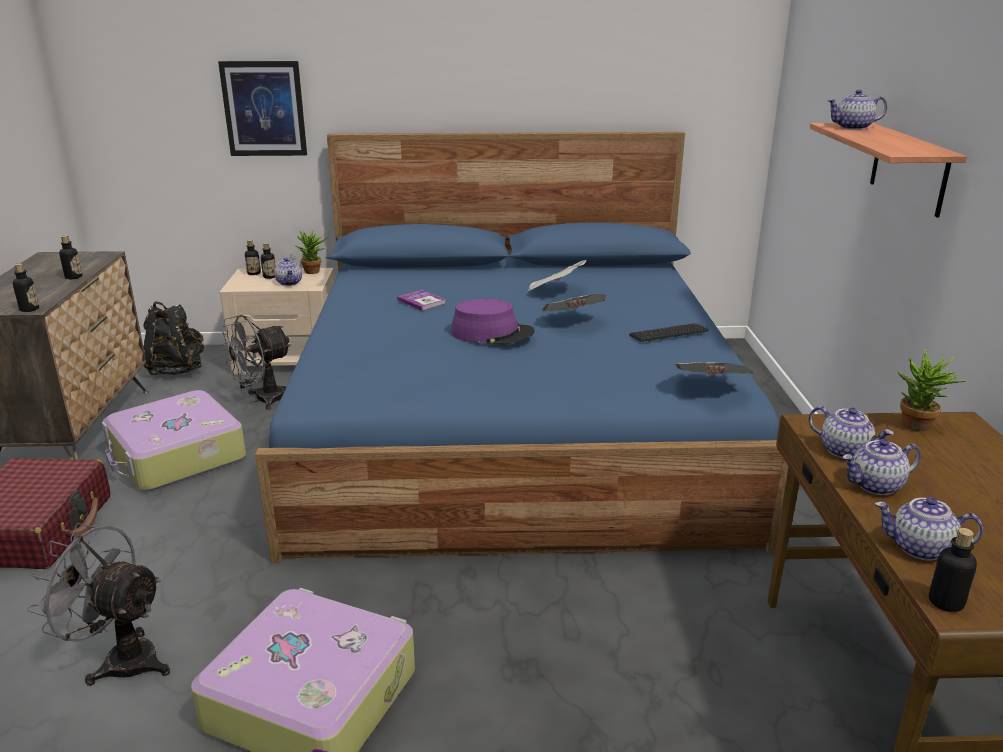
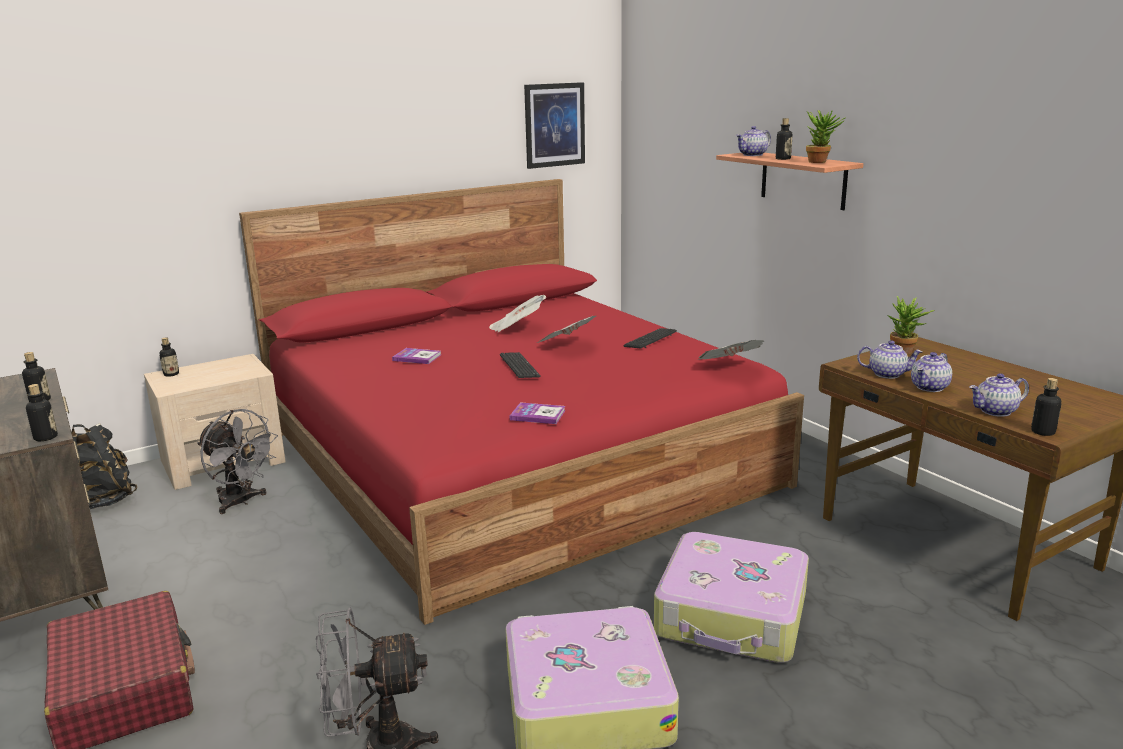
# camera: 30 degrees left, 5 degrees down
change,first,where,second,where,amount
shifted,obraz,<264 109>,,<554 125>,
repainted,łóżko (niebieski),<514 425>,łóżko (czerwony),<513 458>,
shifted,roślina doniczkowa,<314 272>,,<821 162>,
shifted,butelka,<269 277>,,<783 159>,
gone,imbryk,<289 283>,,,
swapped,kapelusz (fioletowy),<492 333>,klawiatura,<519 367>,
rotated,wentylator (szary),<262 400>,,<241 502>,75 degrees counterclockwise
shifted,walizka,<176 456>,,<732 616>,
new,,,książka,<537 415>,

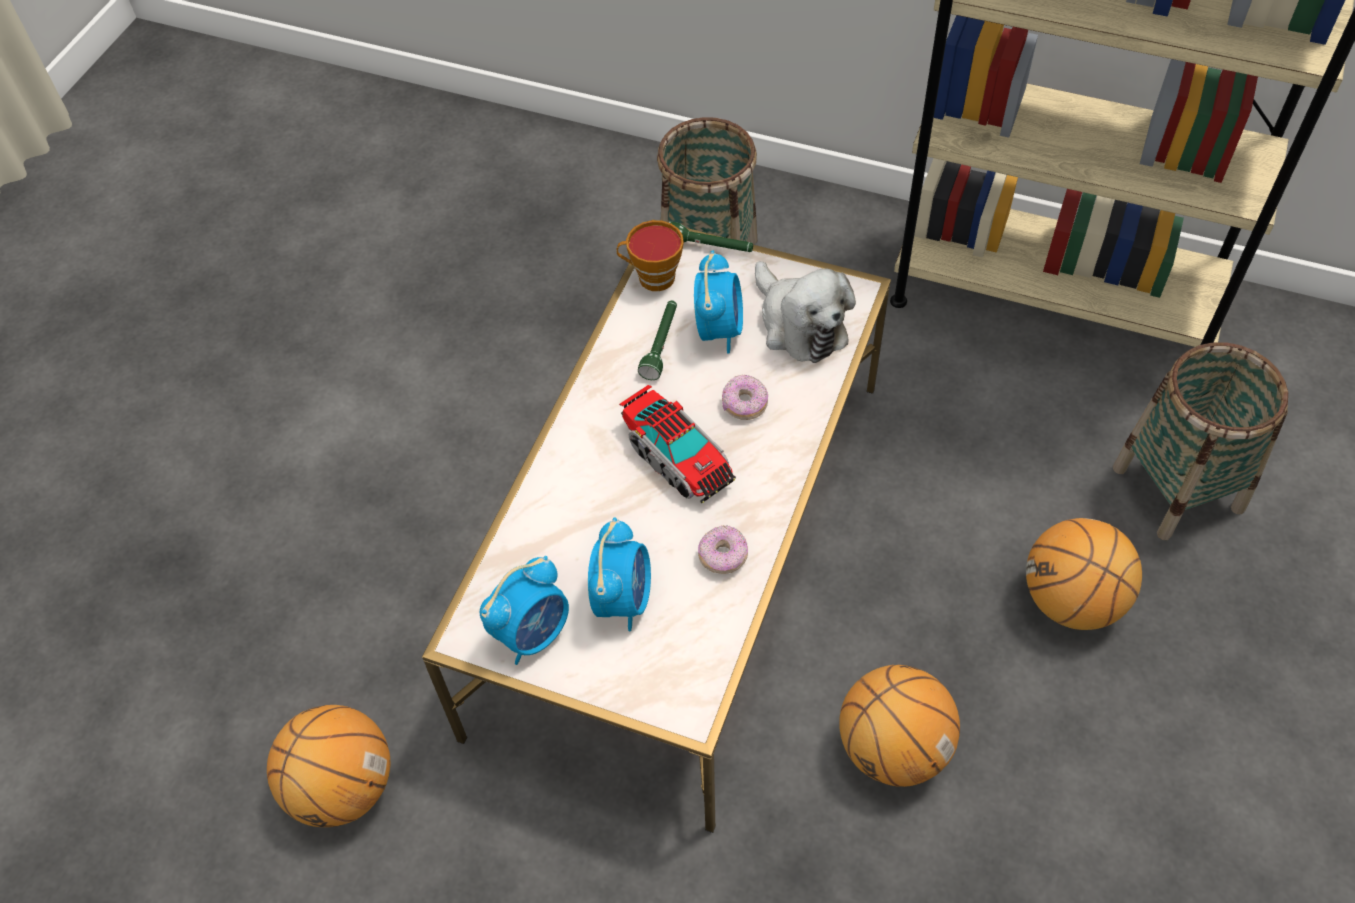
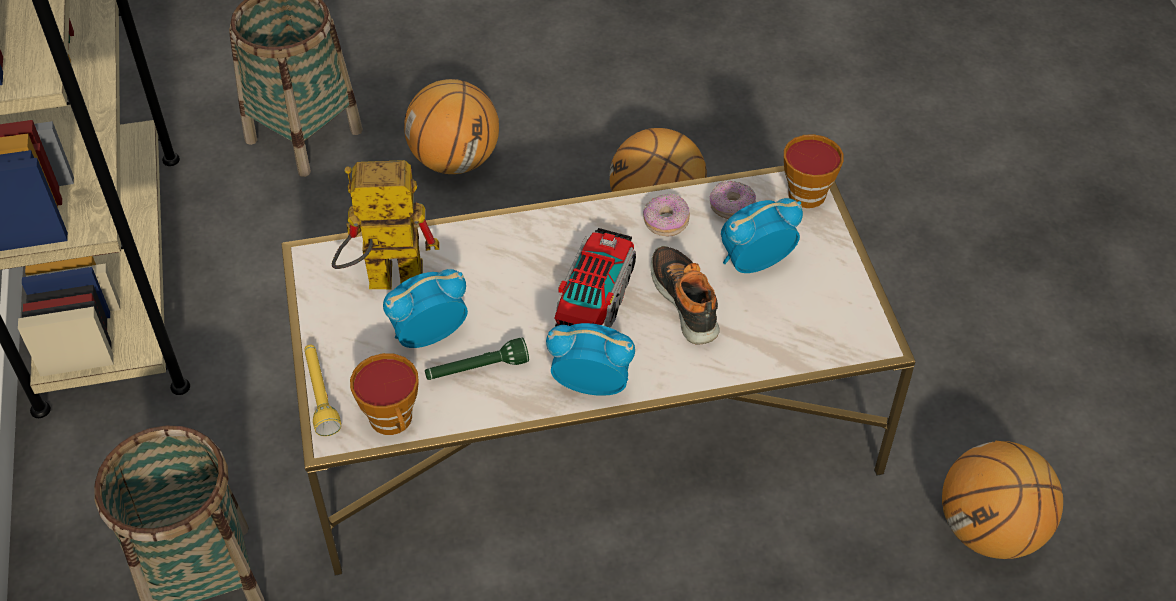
# camera: 125 degrees left, 5 degrees down
change,first,where,second,where,amount
repainted,latarka (zielony),<709 247>,latarka (żółty),<320 394>,
swapped,pluszak,<799 324>,robot zabawkowy,<382 281>,
shifted,donut,<744 404>,,<731 208>,
shifted,budzik,<533 633>,,<591 384>,
new,,,filiżanka,<808 191>,
new,,,but,<686 301>,

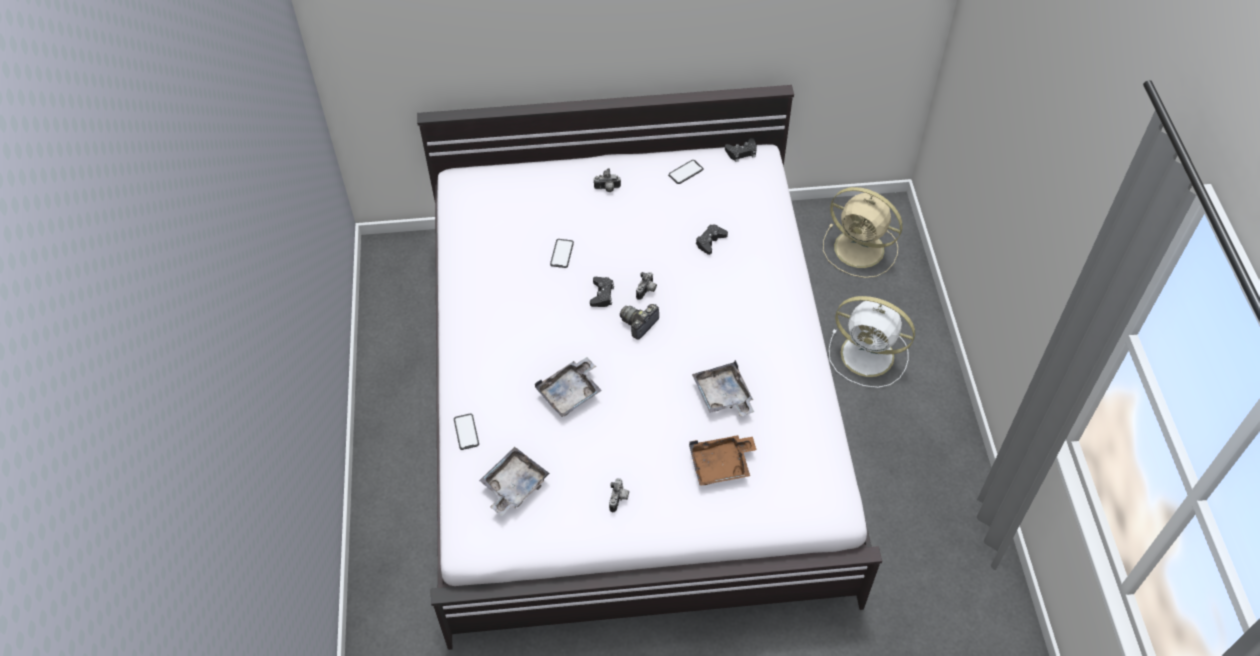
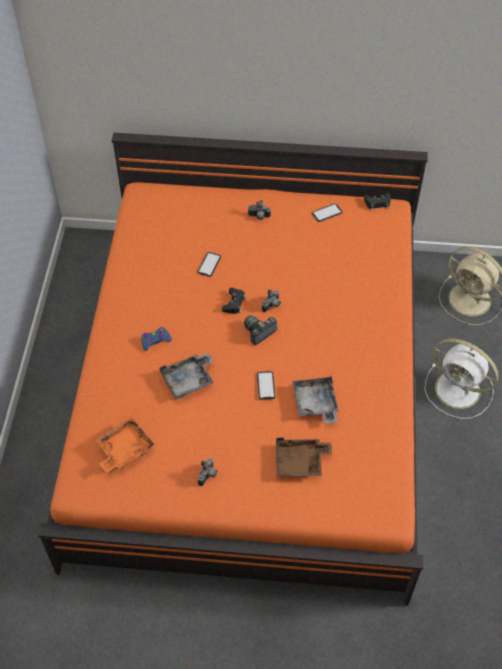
# camera: 10 degrees right, 0 degrees up
change,first,where,second,where,amount
repainted,łóżko (biały),<631 400>,łóżko (pomarańczowy),<251 395>,
gone,pad do gier (czarny),<710 241>,,,
shifted,telefon,<466 432>,,<266 385>,
repainted,taca (szary),<514 486>,taca (pomarańczowy),<124 450>,
new,,,pad do gier (niebieski),<155 340>,

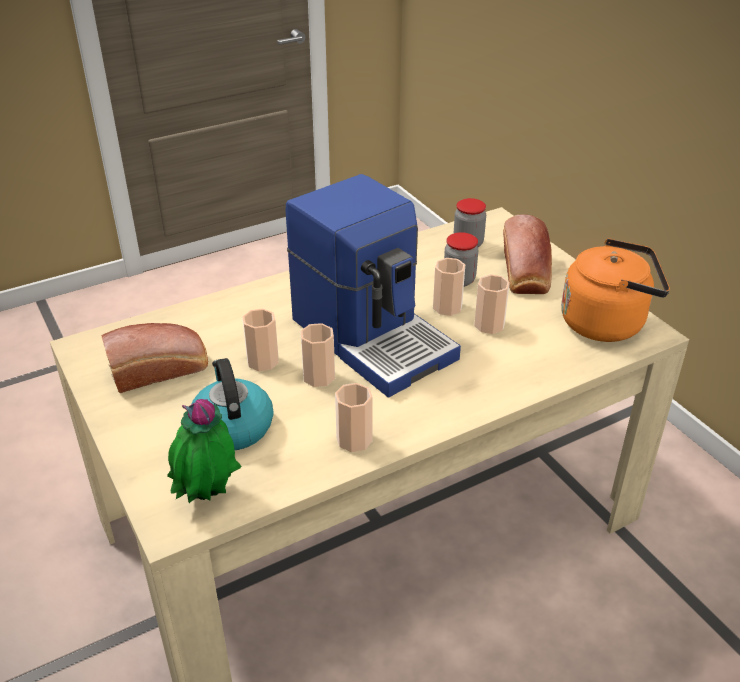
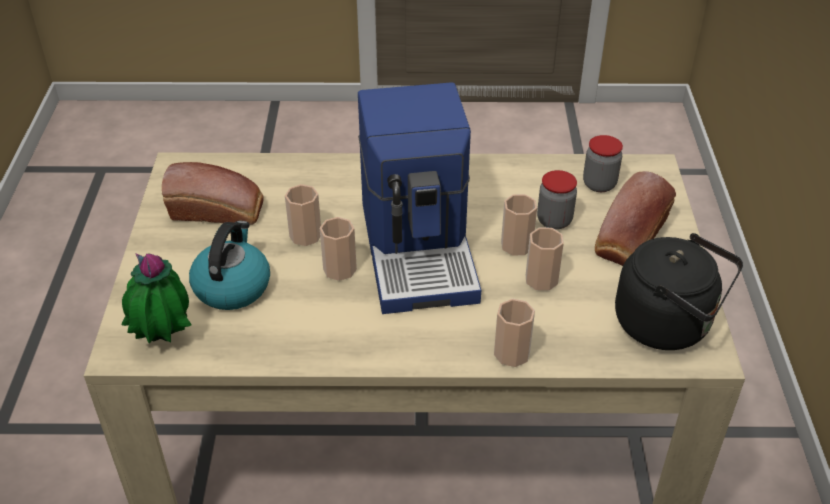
# camera: 30 degrees right, 5 degrees up
change,first,where,second,where,amount
repainted,czajnik (pomarańczowy),<607 323>,czajnik (czarny),<668 324>,
shifted,filiżanka,<354 439>,,<511 353>,

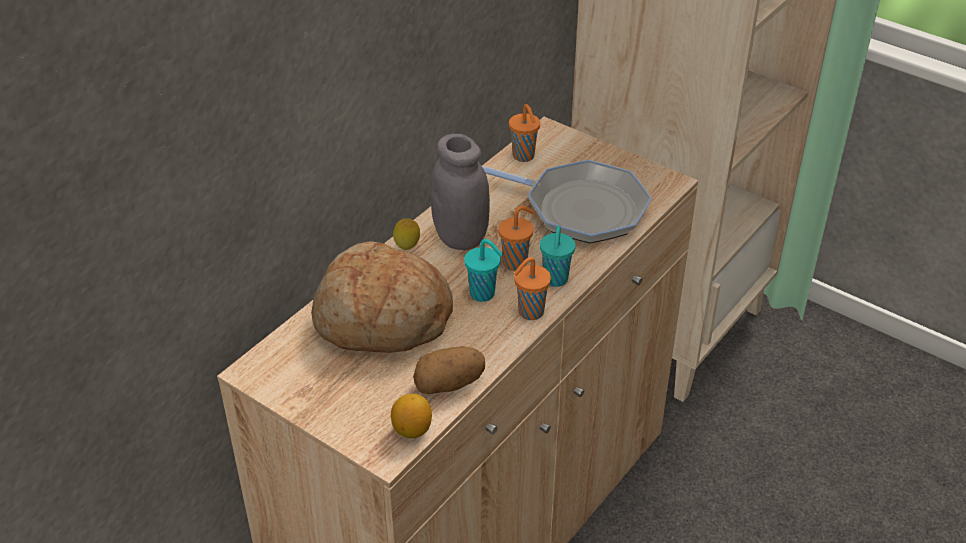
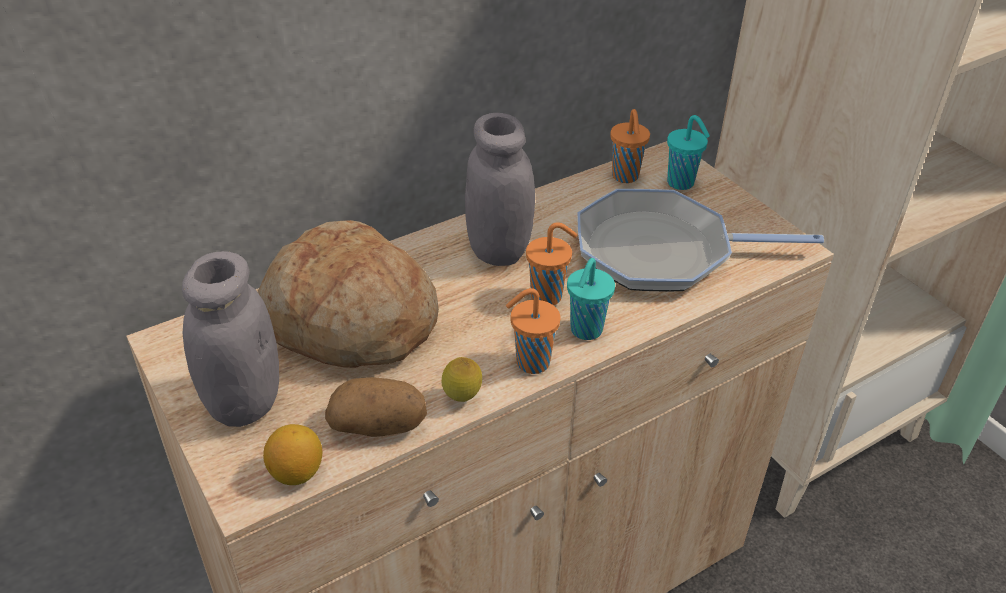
# camera: 20 degrees right, 0 degrees up
change,first,where,second,where,amount
rotated,patelnia,<579 208>,,<662 251>,135 degrees clockwise
shifted,cytryna,<407 248>,,<462 399>,
shifted,filiżanka (turkusowy),<484 294>,,<682 183>,
new,,,słoik (szary),<244 402>,

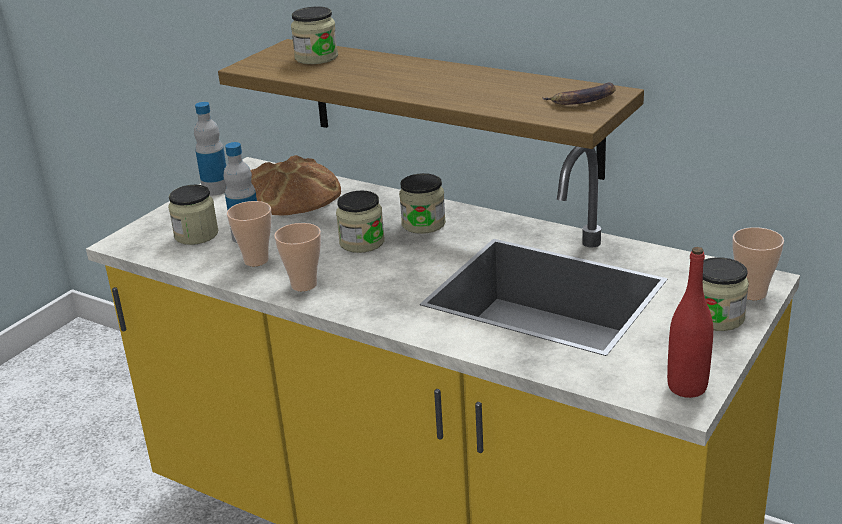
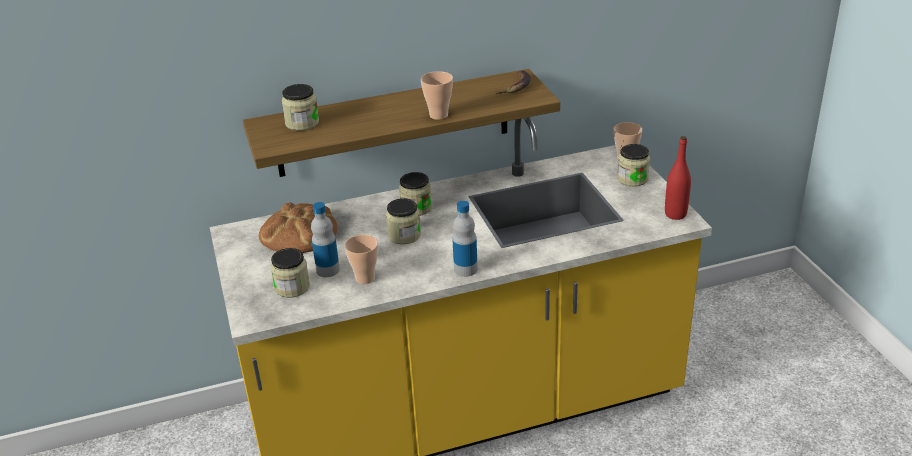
# camera: 50 degrees left, 5 degrees up
change,first,where,second,where,amount
shifted,butelka,<216 189>,,<465 269>,
shifted,filiżanka,<304 285>,,<438 115>,

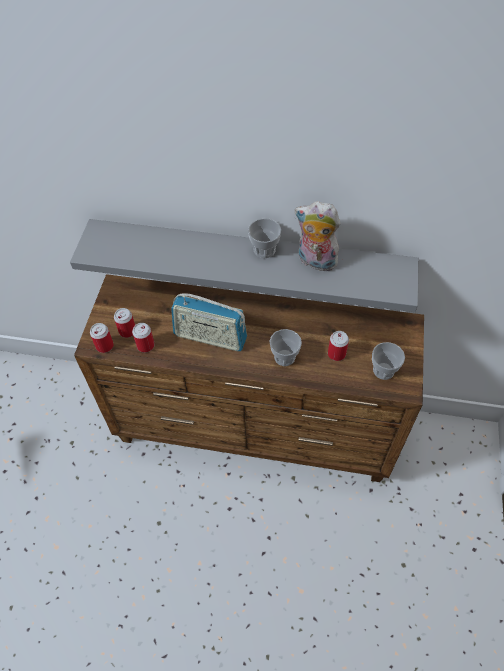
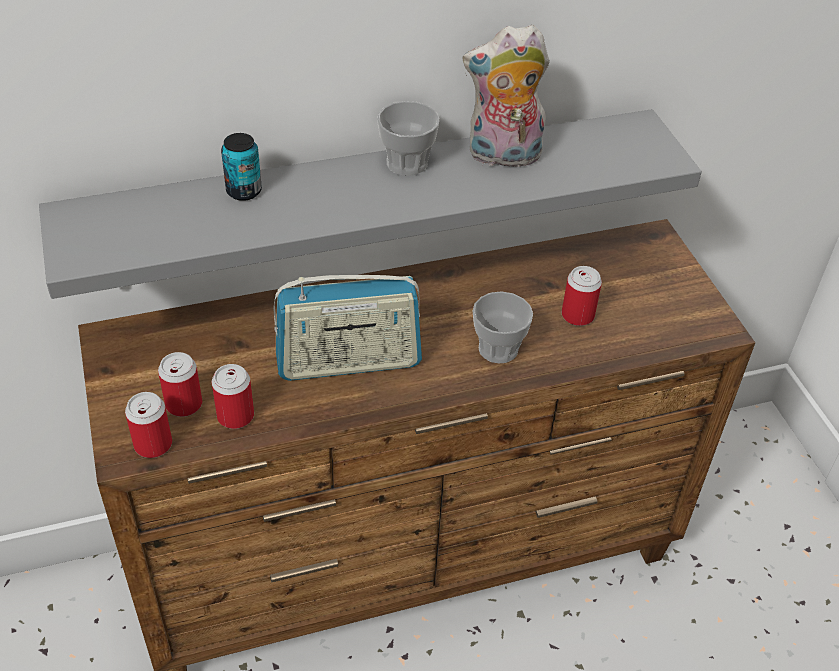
# camera: 30 degrees left, 10 degrees down
change,first,where,second,where,amount
gone,filiżanka,<383 370>,,,
new,,,puszka,<244 191>,

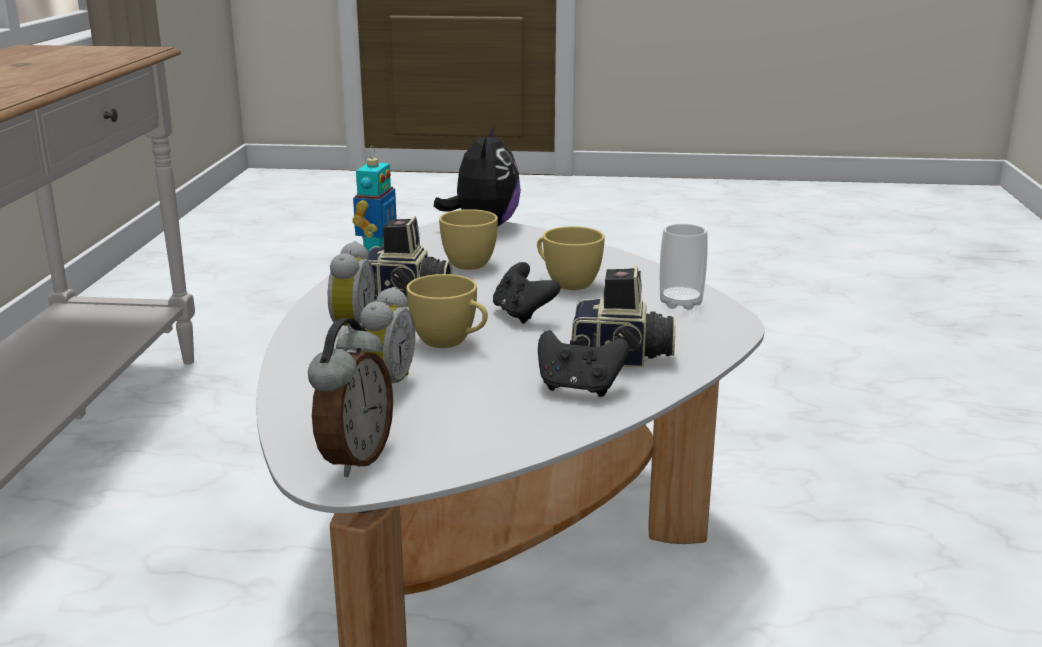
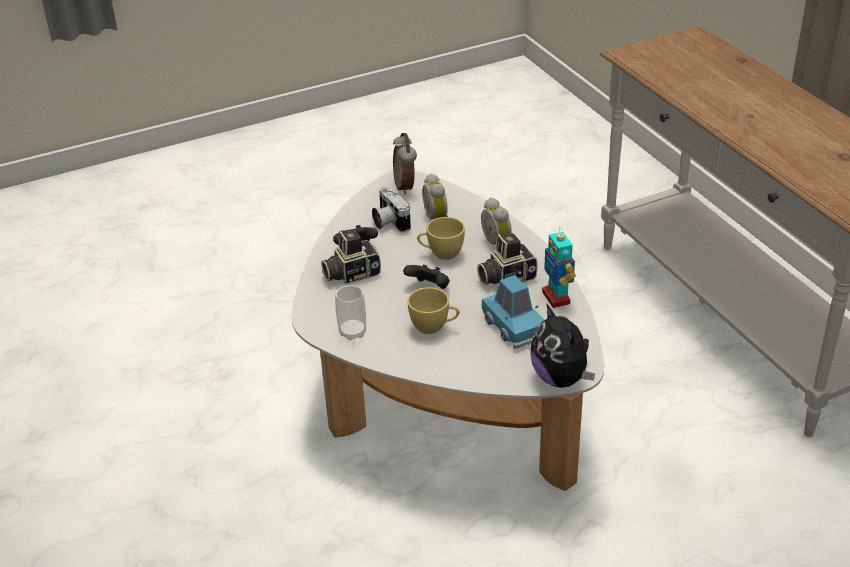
# camera: 150 degrees right, 15 degrees up
change,first,where,second,where,amount
swapped,filiżanka (żółty),<470 262>,samochodzik (niebieski),<514 326>,
new,,,aparat fotograficzny,<388 221>,

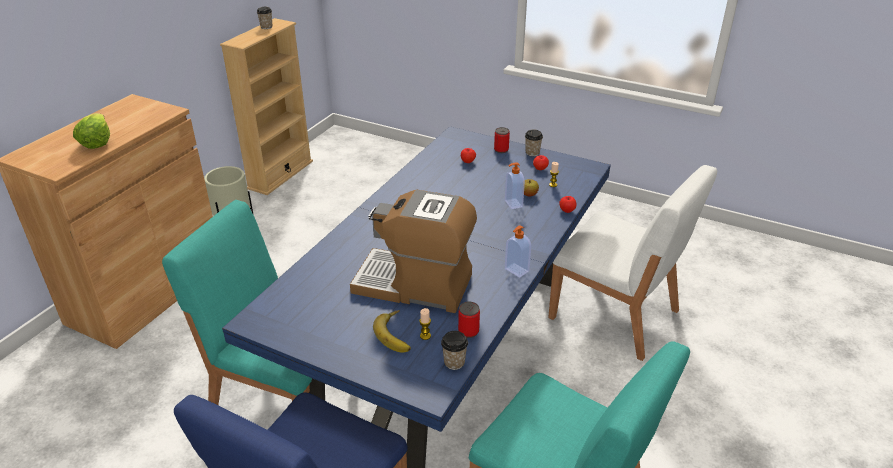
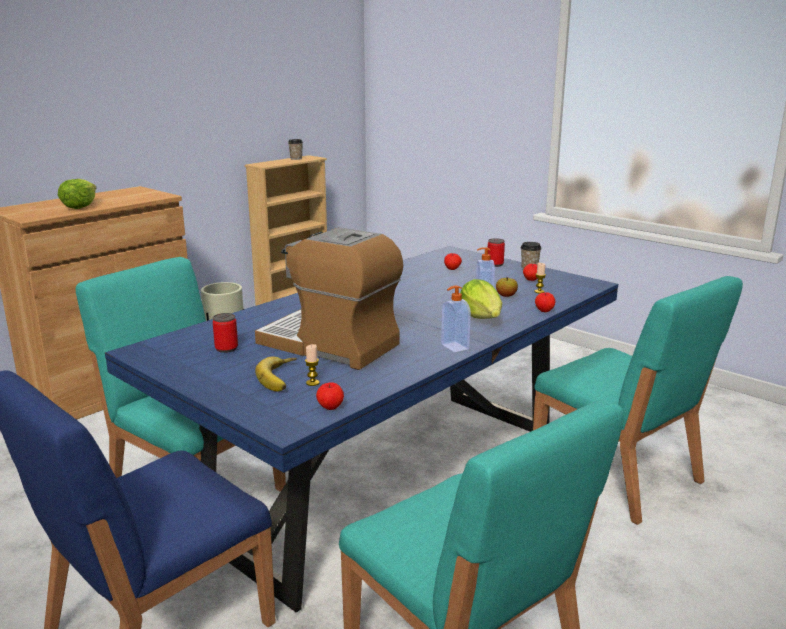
# camera: 15 degrees right, 15 degrees down
change,first,where,second,where,amount
repainted,krzesło (biały),<615 315>,krzesło (turkusowy),<617 475>,
shifted,puszka,<468 331>,,<226 348>,
swapped,filiżanka,<454 362>,jabłko,<330 407>,
new,,,sałata,<482 318>,

